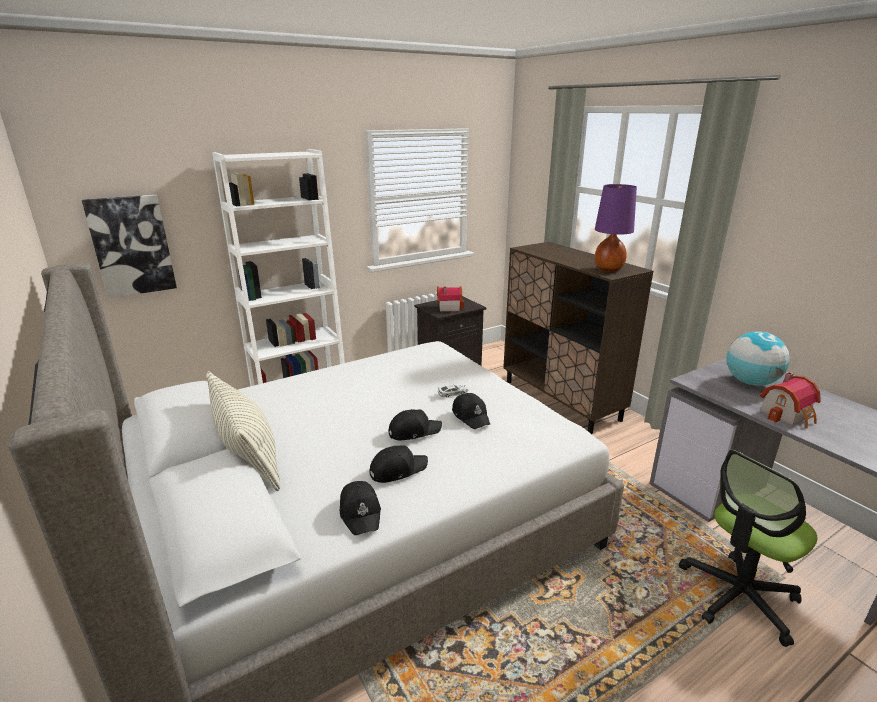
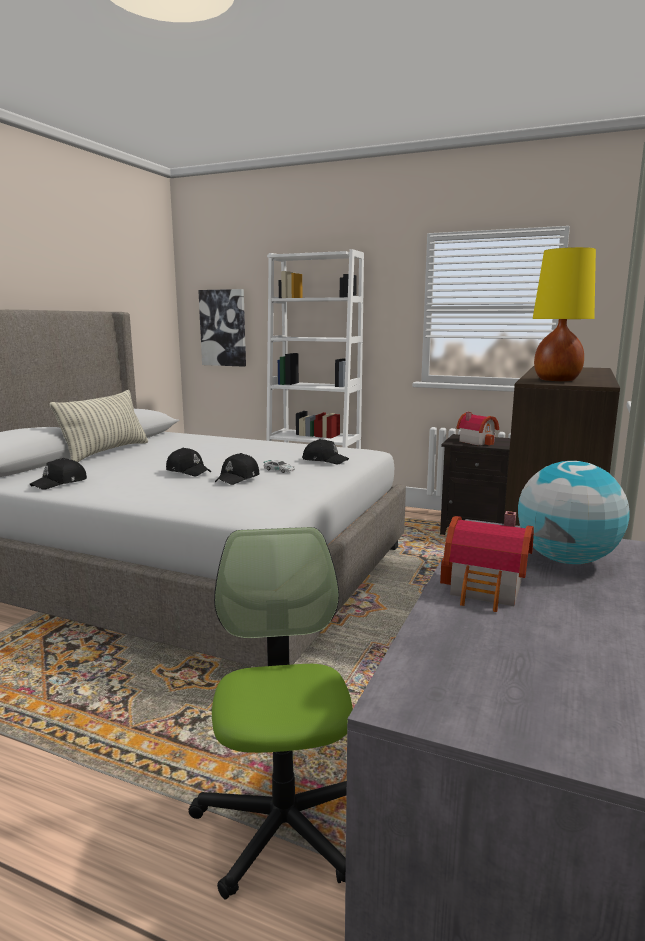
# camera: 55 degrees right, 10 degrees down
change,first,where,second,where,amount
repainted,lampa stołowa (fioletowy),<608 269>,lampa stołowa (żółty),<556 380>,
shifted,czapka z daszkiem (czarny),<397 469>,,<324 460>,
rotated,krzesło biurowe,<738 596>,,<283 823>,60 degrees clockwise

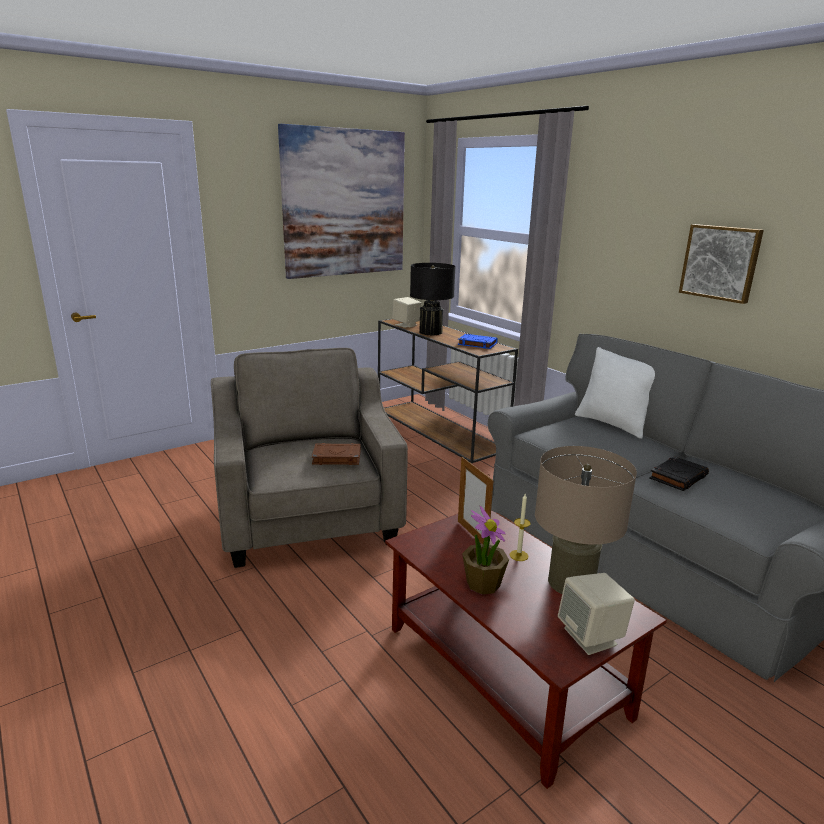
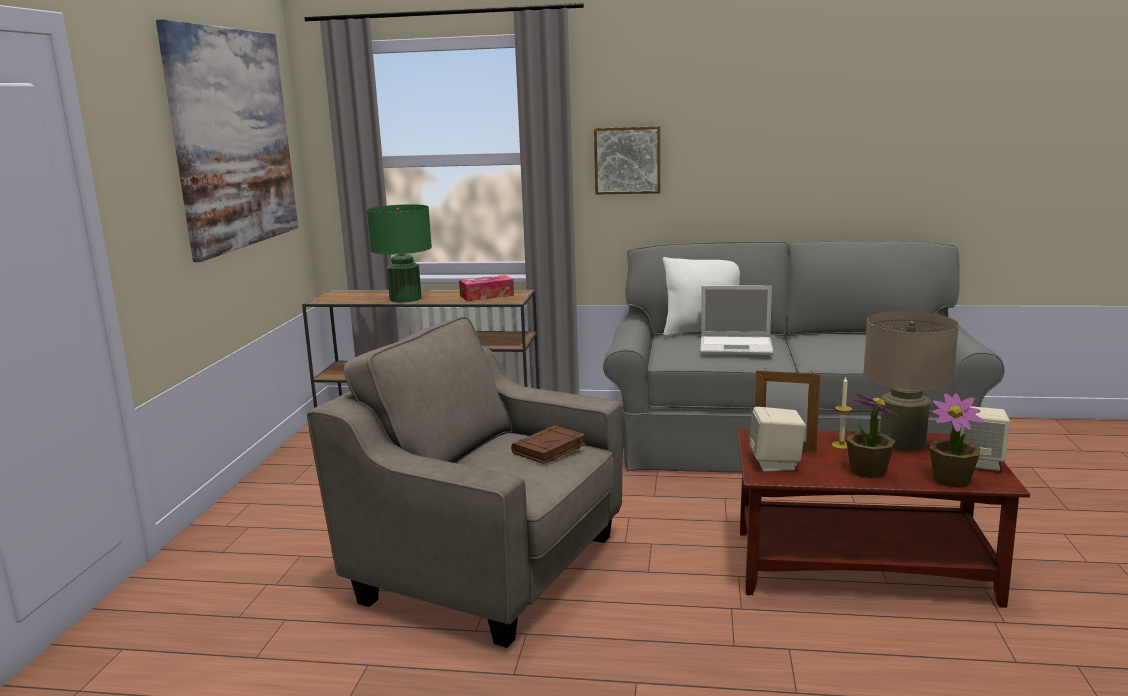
# camera: 45 degrees left, 5 degrees down
change,first,where,second,where,amount
shifted,obraz,<720 262>,,<627 160>,
repainted,lampa stołowa (czarny),<430 332>,lampa stołowa (zielony),<405 298>,
shifted,głośnik (beżowy),<406 325>,,<776 463>,
swapped,książka (niebieski),<476 344>,pudełko chusteczek,<486 296>,
gone,książka (czarny),<678 477>,,,
new,,,laptop,<737 346>,
new,,,roślina doniczkowa,<952 480>,

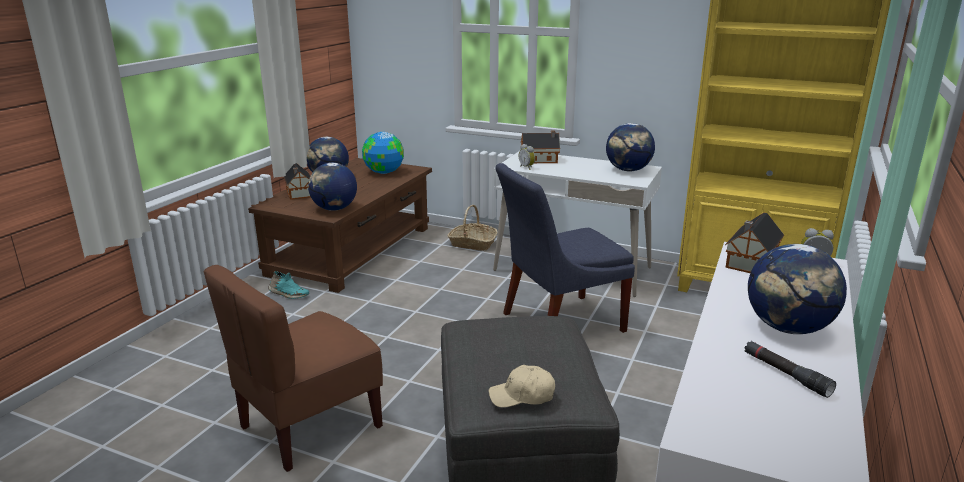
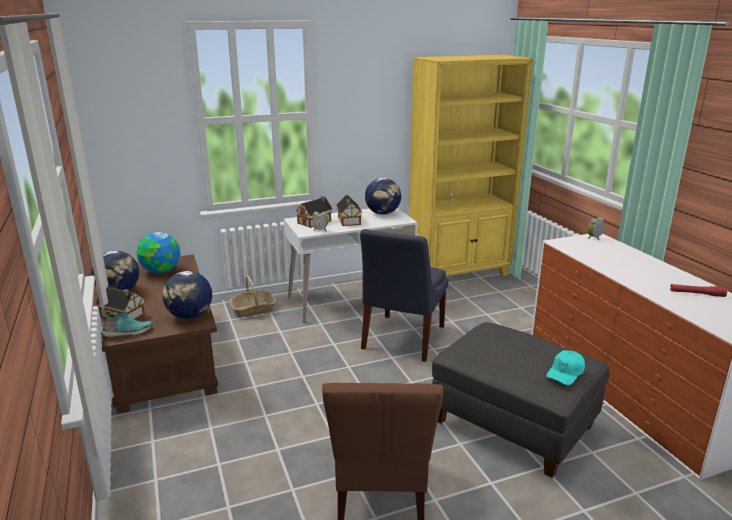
# camera: 45 degrees left, 0 degrees up
change,first,where,second,where,amount
shifted,domek,<750 263>,,<349 221>,
gone,globus,<788 328>,,,
shifted,but (turkusowy),<288 294>,,<127 333>,
repainted,latarka (czarny),<785 374>,latarka (czerwony),<696 294>,
repainted,czapka z daszkiem (beżowy),<522 396>,czapka z daszkiem (turkusowy),<565 373>,

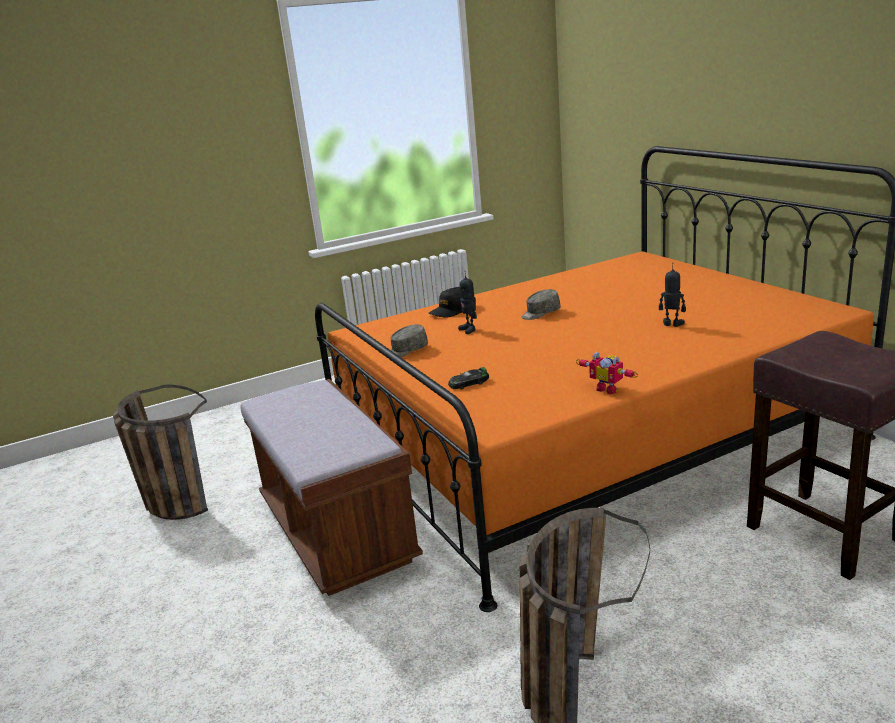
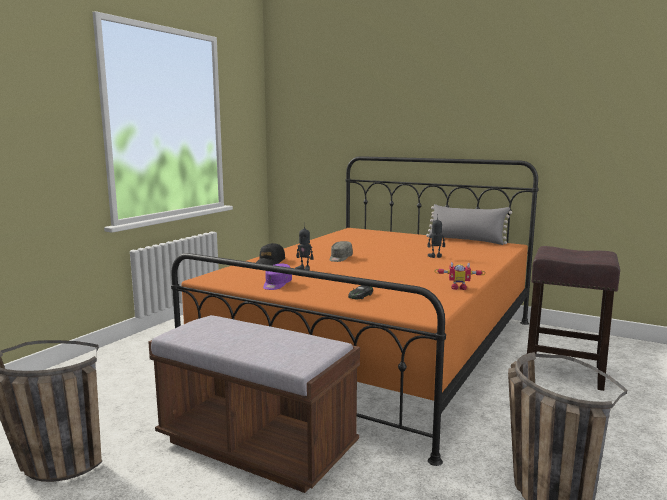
# camera: 35 degrees left, 10 degrees down
change,first,where,second,where,amount
repainted,czapka z daszkiem (szary),<406 351>,czapka z daszkiem (fioletowy),<276 285>,
new,,,poduszka (szary),<466 240>,

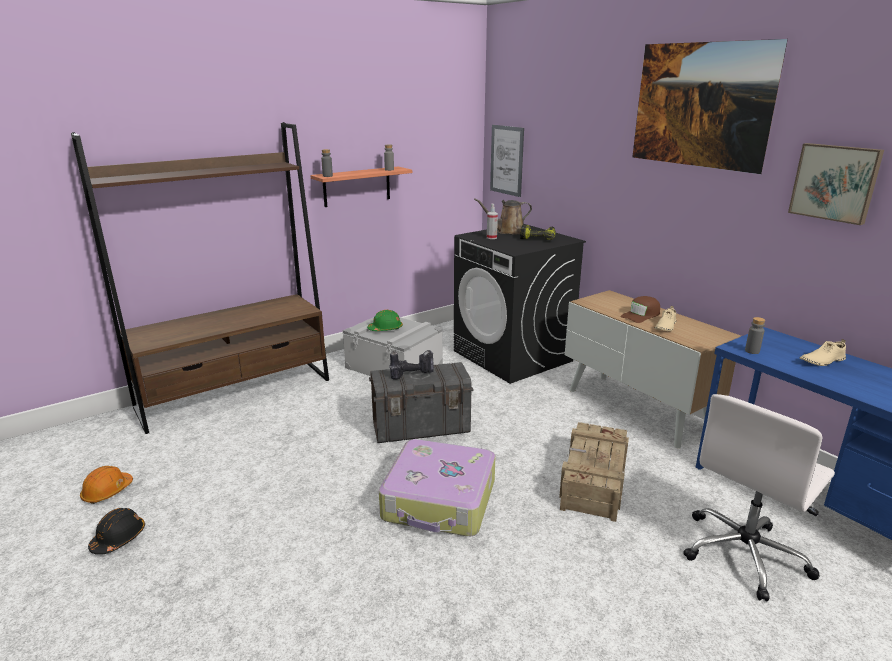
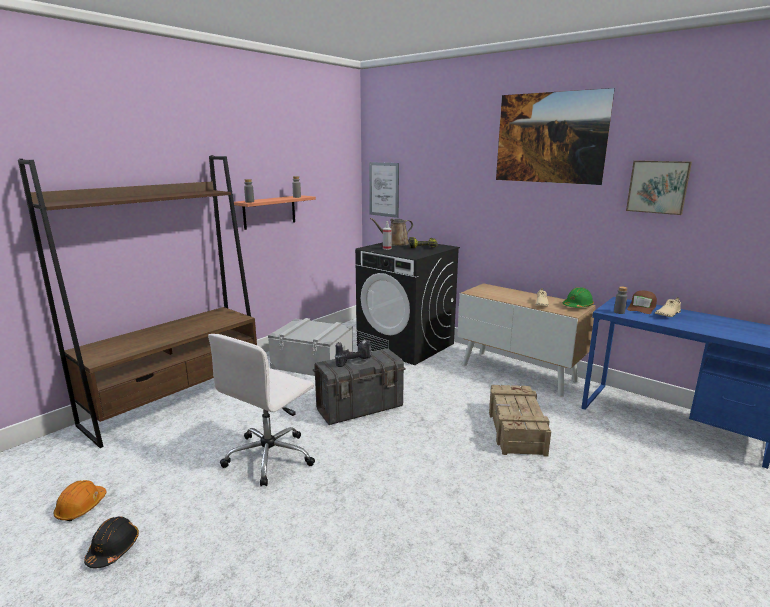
# camera: 15 degrees left, 5 degrees down
change,first,where,second,where,amount
shifted,czapka z daszkiem (brązowy),<641 315>,,<642 308>,
shifted,kask (zielony),<385 329>,,<577 306>,
shifted,krzesło biurowe (biały),<745 554>,,<270 456>,
gone,walizka,<440 501>,,,

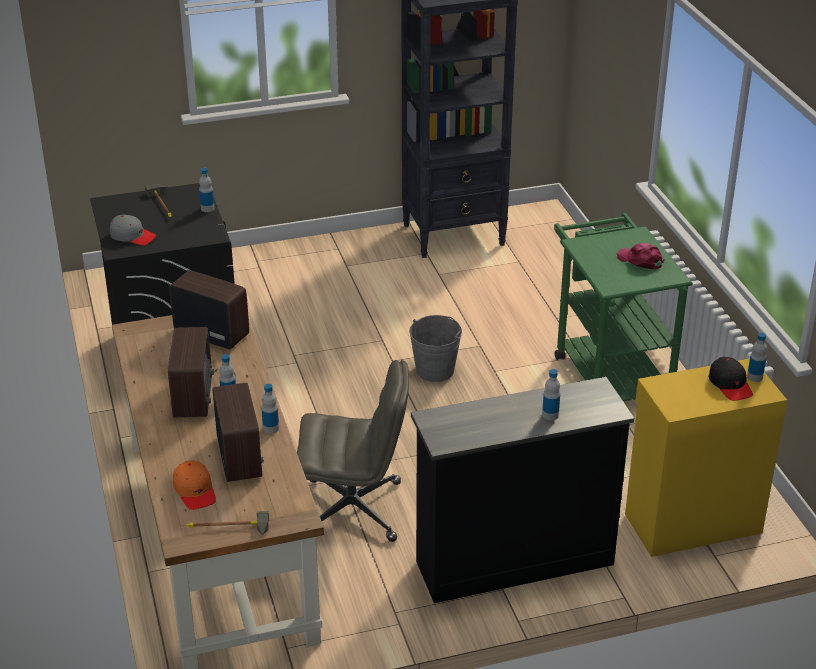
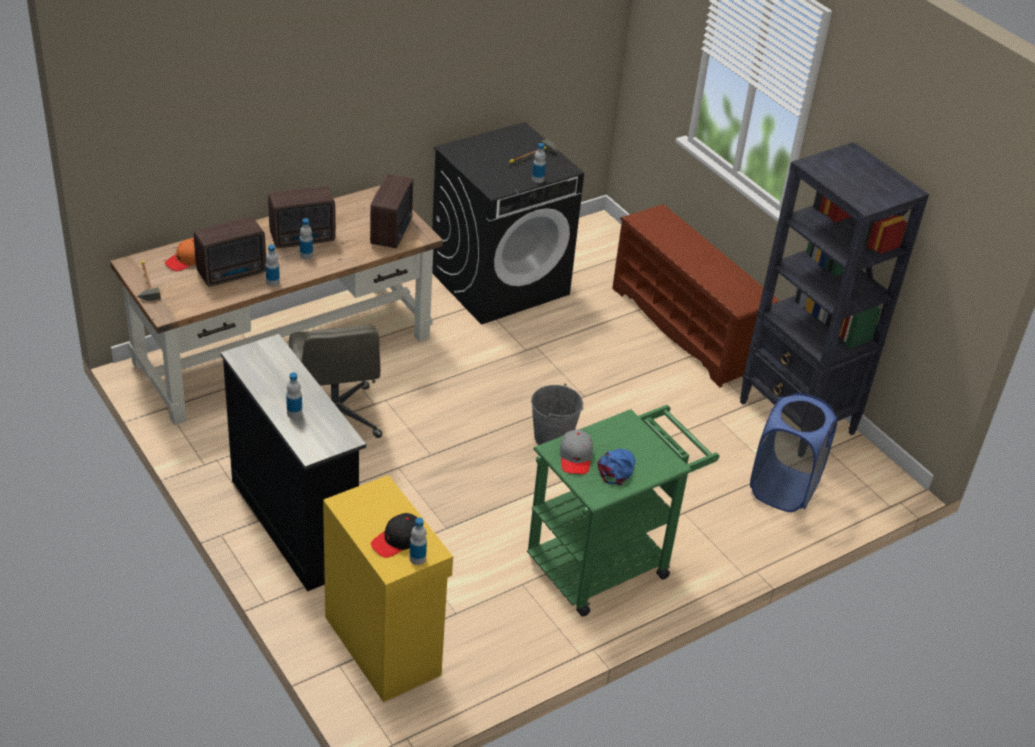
# camera: 70 degrees right, 5 degrees up
change,first,where,second,where,amount
shifted,czapka z daszkiem (szary),<132 236>,,<575 457>,
repainted,czapka z daszkiem (różowy),<640 260>,czapka z daszkiem (niebieski),<616 468>,
new,,,regał na buty (brązowy),<686 328>,
new,,,kosz na pranie (niebieski),<784 488>,

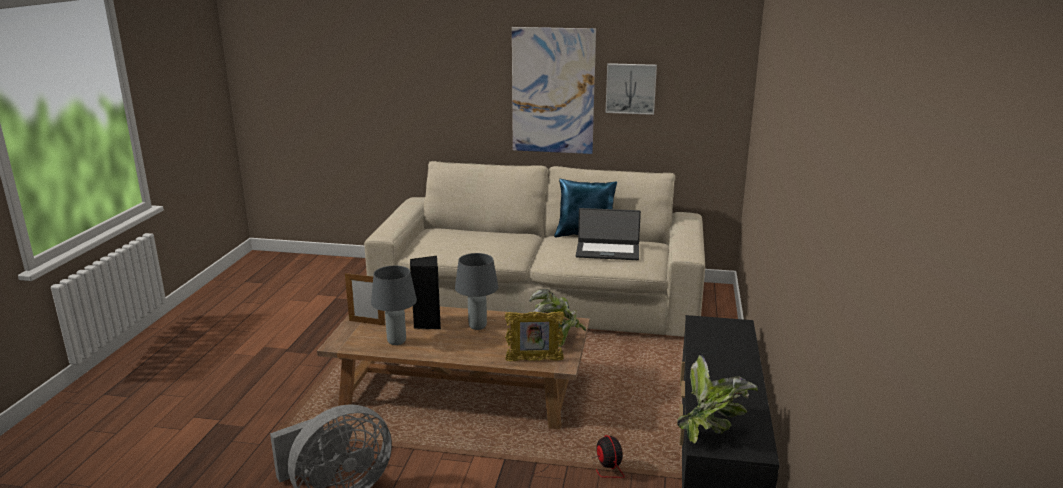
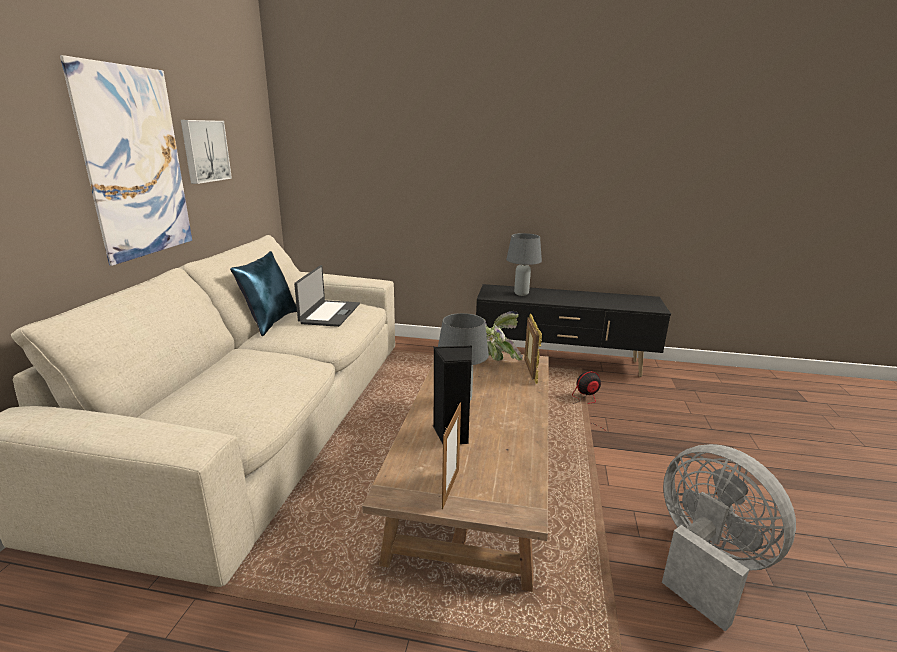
# camera: 90 degrees left, 0 degrees up
change,first,where,second,where,amount
shifted,lampa stołowa (szary),<396 342>,,<521 294>,
gone,roślina doniczkowa,<712 429>,,,

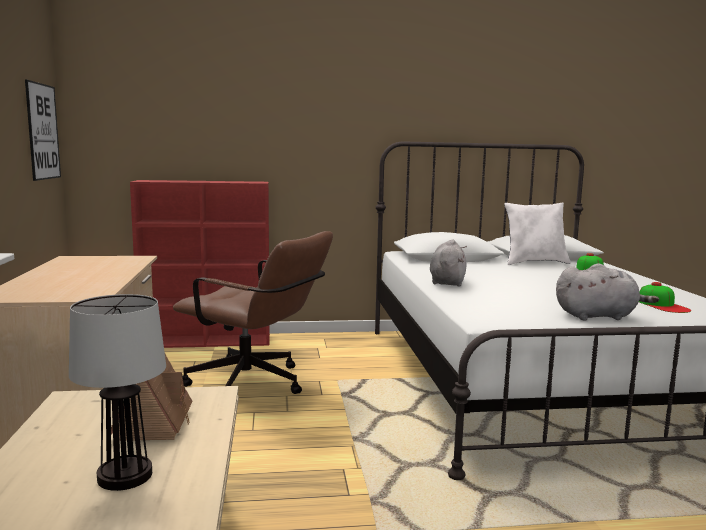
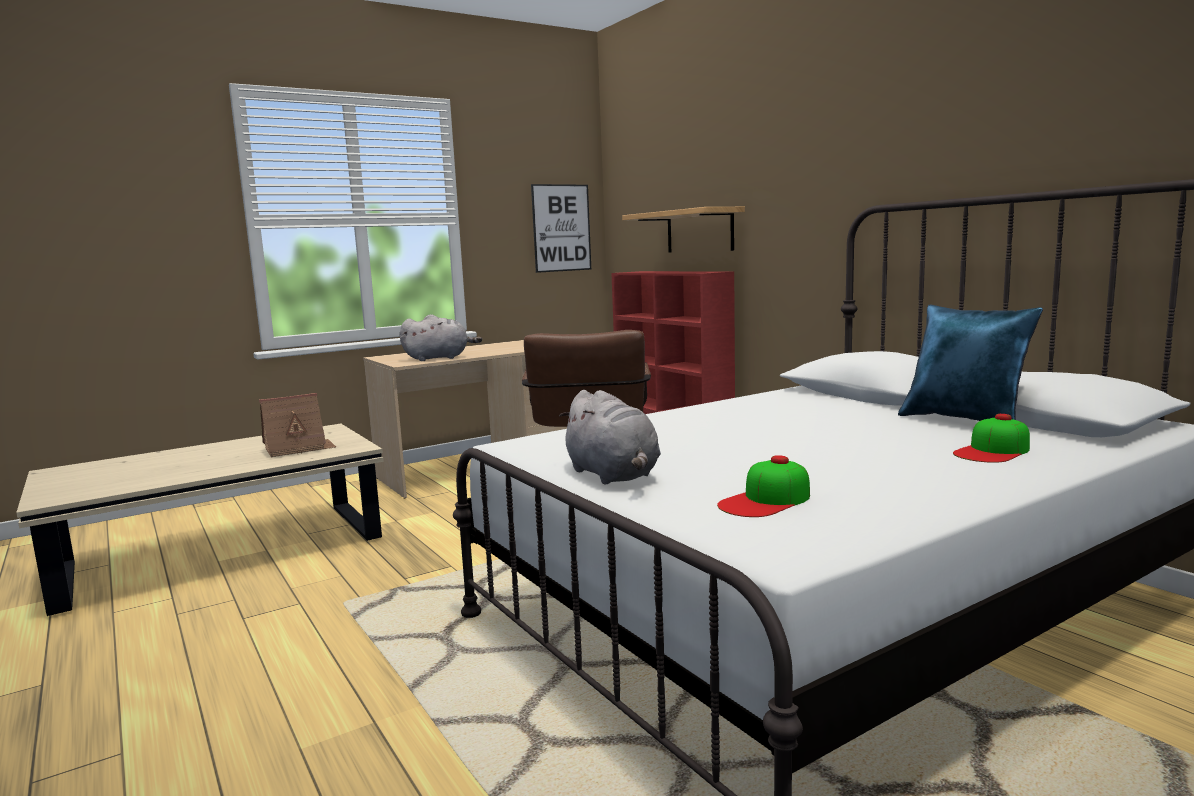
# camera: 65 degrees right, 0 degrees up
change,first,where,second,where,amount
repainted,poduszka (biały),<534 262>,poduszka (niebieski),<965 422>,
shifted,pluszak (szary),<447 282>,,<439 358>,
gone,lampa stołowa,<123 476>,,,
new,,,półka,<699 231>,

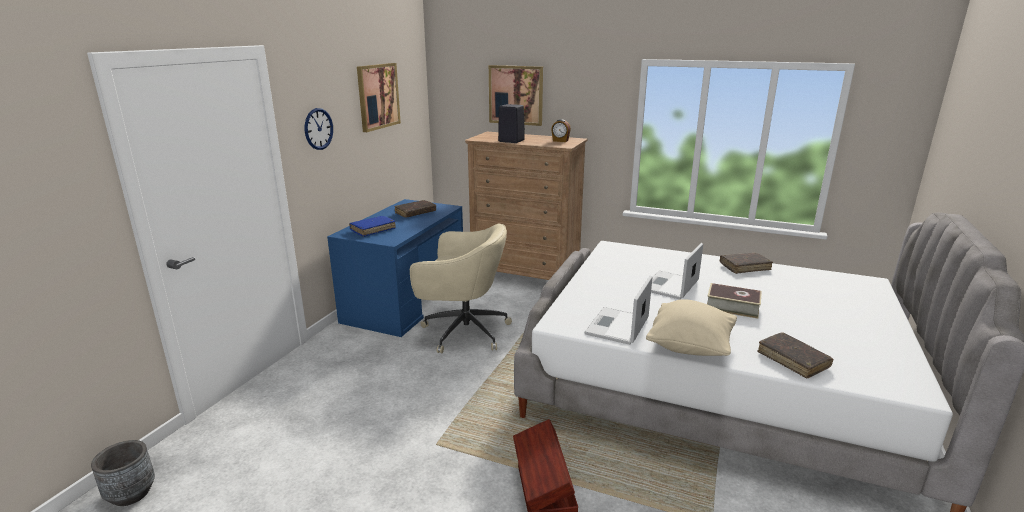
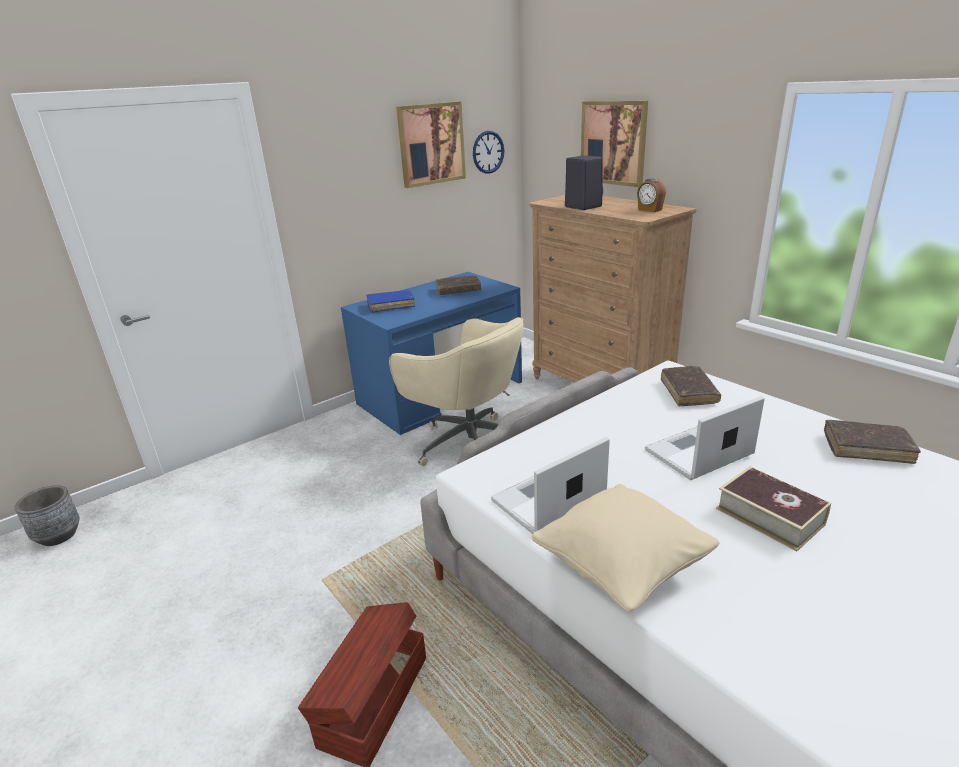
# camera: 30 degrees right, 5 degrees up
change,first,where,second,where,amount
shifted,zegar ścienny,<318 129>,,<488 152>,
shifted,książka (brązowy),<793 360>,,<688 392>,

